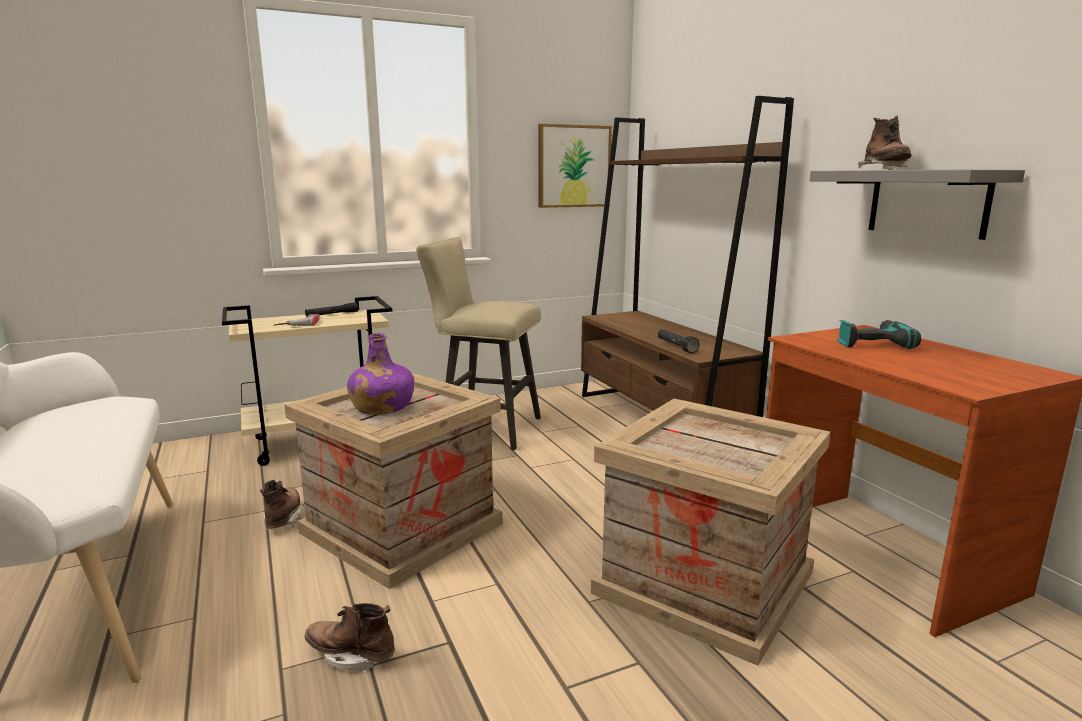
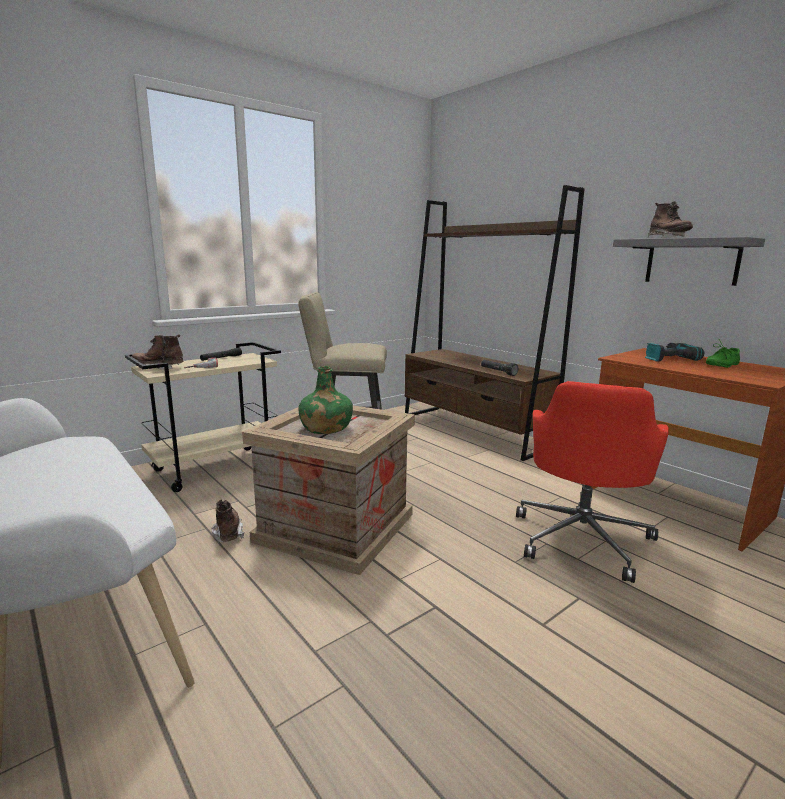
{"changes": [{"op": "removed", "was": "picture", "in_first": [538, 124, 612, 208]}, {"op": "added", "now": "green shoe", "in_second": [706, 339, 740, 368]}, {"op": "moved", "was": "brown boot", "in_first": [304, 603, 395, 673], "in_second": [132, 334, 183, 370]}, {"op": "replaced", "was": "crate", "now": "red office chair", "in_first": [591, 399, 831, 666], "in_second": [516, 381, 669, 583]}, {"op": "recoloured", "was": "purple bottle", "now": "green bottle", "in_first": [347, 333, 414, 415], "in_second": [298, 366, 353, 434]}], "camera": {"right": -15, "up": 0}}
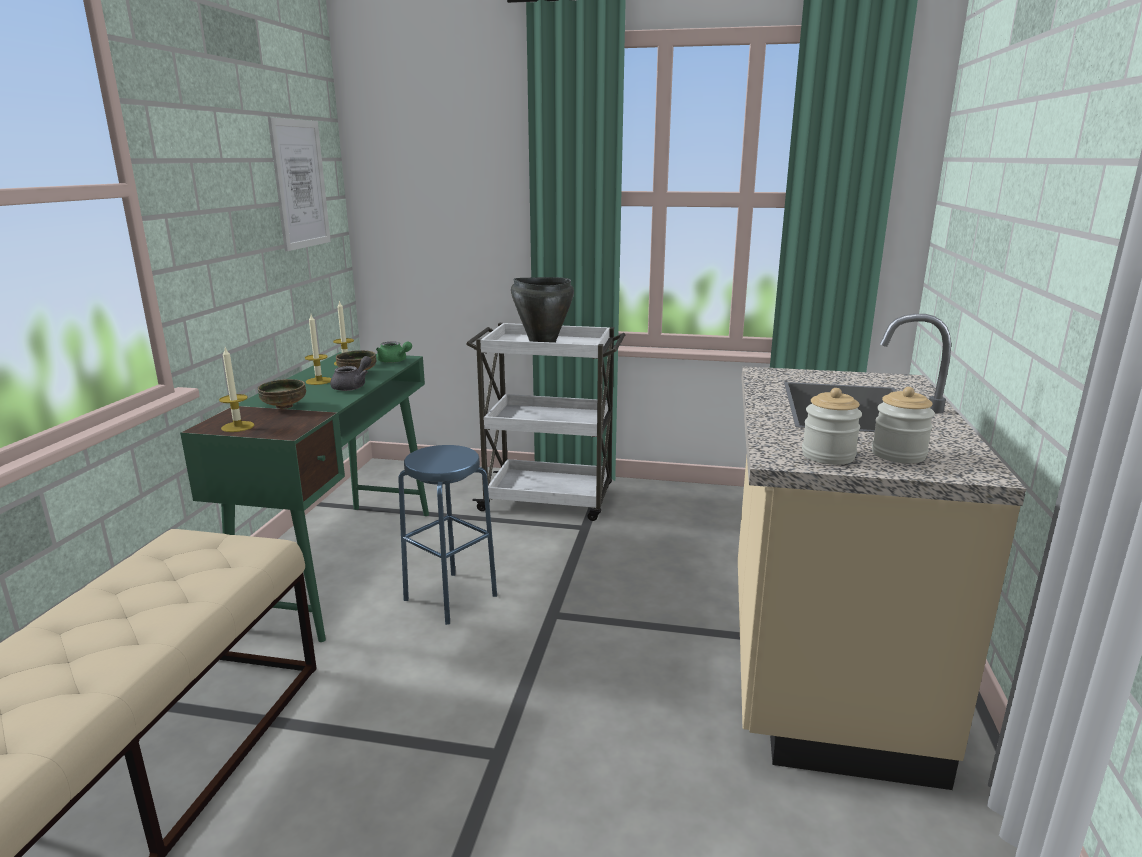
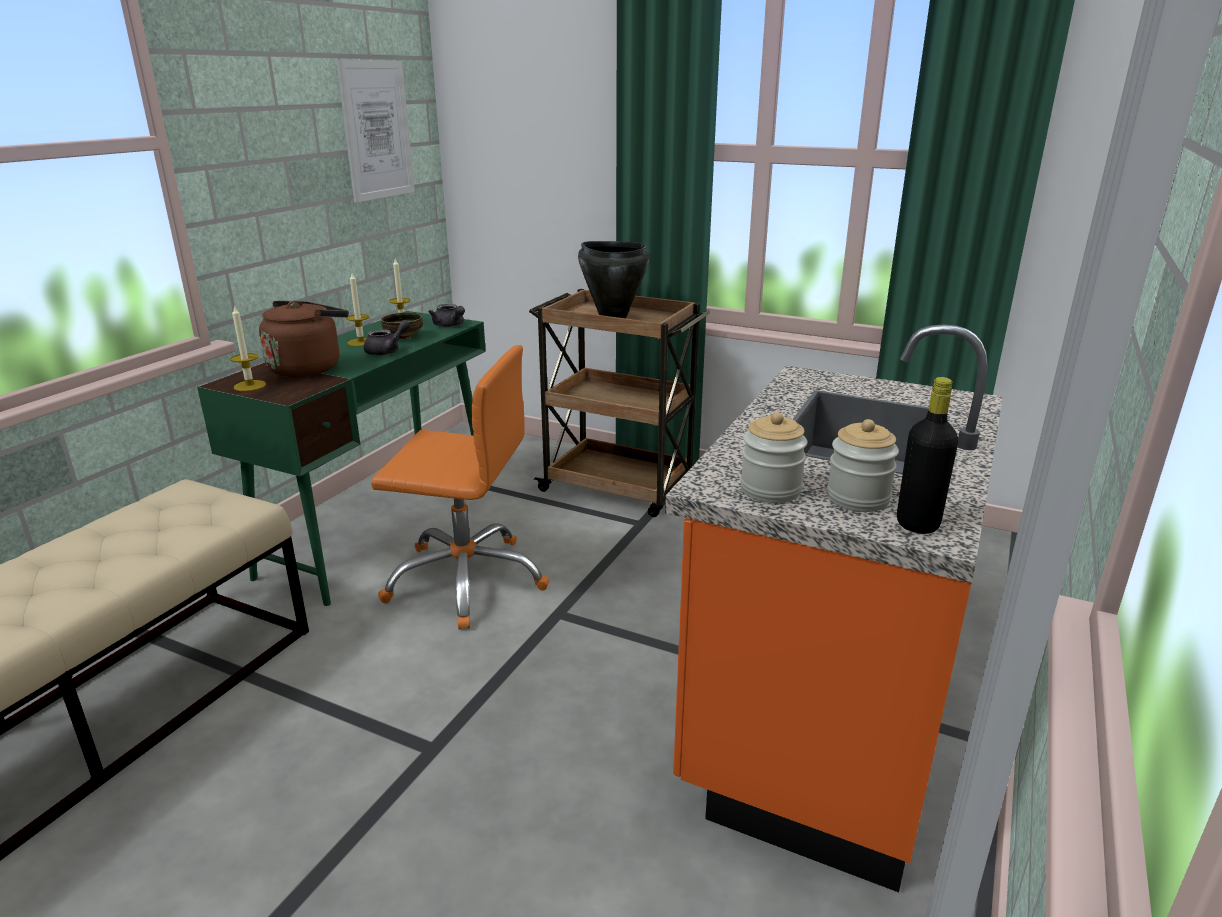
{"changes": [{"op": "added", "now": "black bottle", "in_second": [897, 377, 958, 534]}, {"op": "replaced", "was": "bowl", "now": "brown kettle", "in_first": [258, 379, 306, 409], "in_second": [259, 301, 349, 377]}, {"op": "replaced", "was": "blue stool", "now": "orange office chair", "in_first": [398, 445, 497, 625], "in_second": [371, 345, 549, 630]}, {"op": "recoloured", "was": "green teapot", "now": "grey teapot", "in_first": [376, 341, 412, 363], "in_second": [429, 304, 465, 327]}, {"op": "recoloured", "was": "white cart", "now": "brown cart", "in_first": [466, 323, 625, 521], "in_second": [529, 289, 710, 517]}, {"op": "recoloured", "was": "beige counter", "now": "orange counter", "in_first": [738, 314, 1026, 790], "in_second": [665, 324, 1003, 892]}], "camera": {"right": 15, "up": 5}}
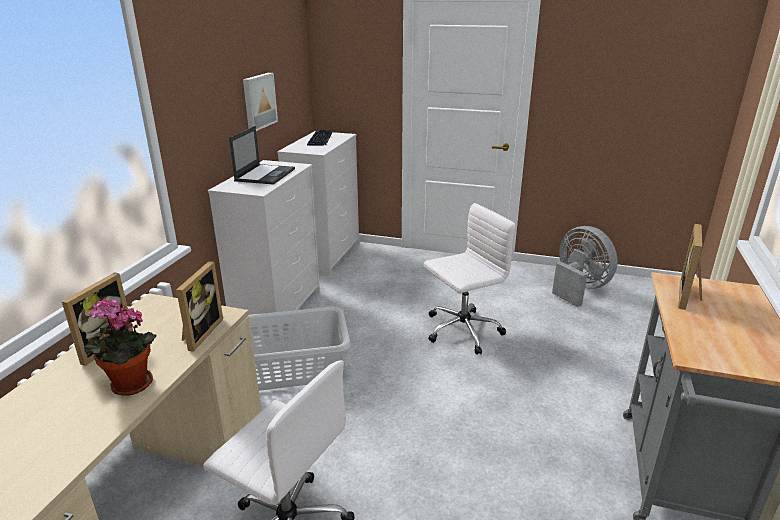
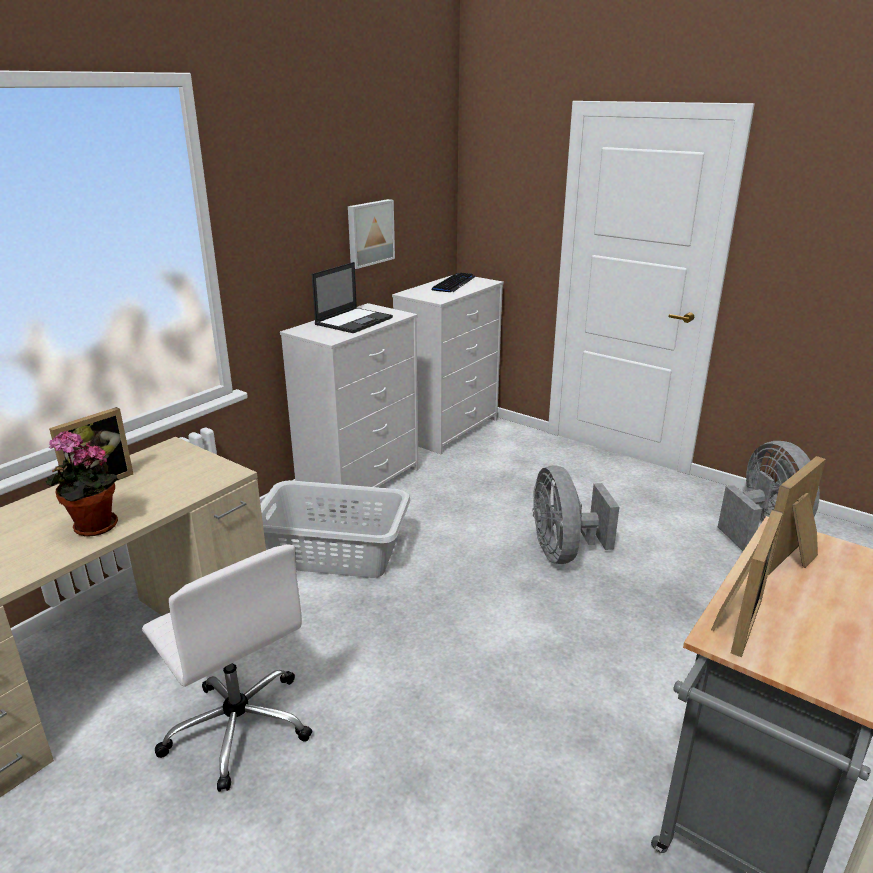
{"changes": [{"op": "moved", "was": "picture frame", "in_first": [176, 261, 223, 352], "in_second": [711, 509, 783, 657]}, {"op": "replaced", "was": "white office chair", "now": "grey fan", "in_first": [424, 203, 515, 355], "in_second": [532, 465, 619, 564]}], "camera": {"right": 20, "up": 0}}
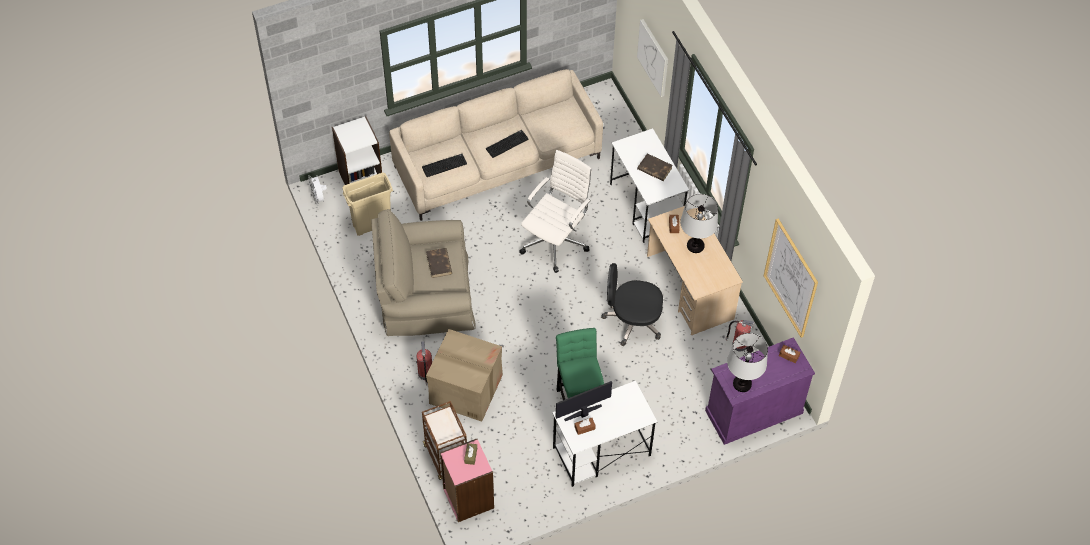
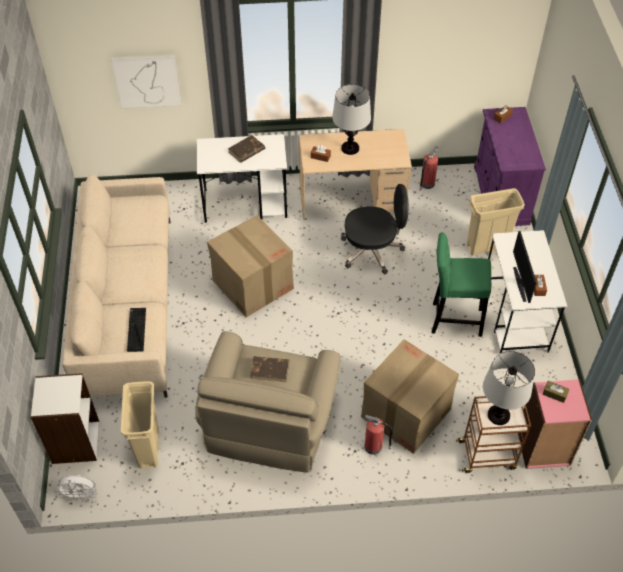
{"changes": [{"op": "removed", "was": "keyboard", "in_first": [486, 130, 529, 158]}, {"op": "removed", "was": "picture", "in_first": [763, 218, 818, 338]}, {"op": "added", "now": "beige trash can", "in_second": [467, 188, 525, 255]}, {"op": "moved", "was": "table lamp", "in_first": [727, 333, 768, 392], "in_second": [483, 351, 535, 425]}, {"op": "replaced", "was": "white office chair", "now": "cardboard box", "in_first": [519, 150, 592, 273], "in_second": [207, 215, 294, 317]}, {"op": "turned", "was": "black office chair", "in_first": [601, 263, 663, 346], "in_second": [341, 184, 409, 274], "clockwise": -120}], "camera": {"right": -70, "up": -5}}
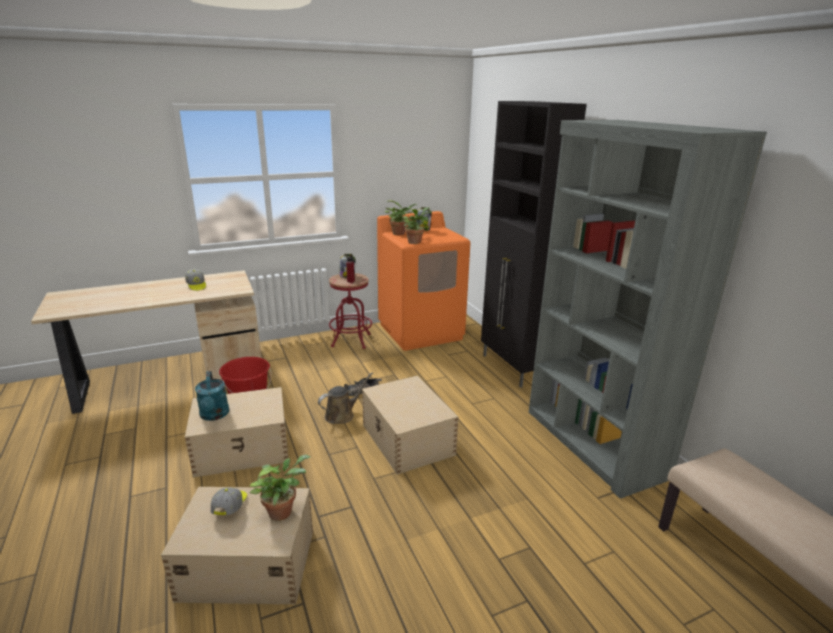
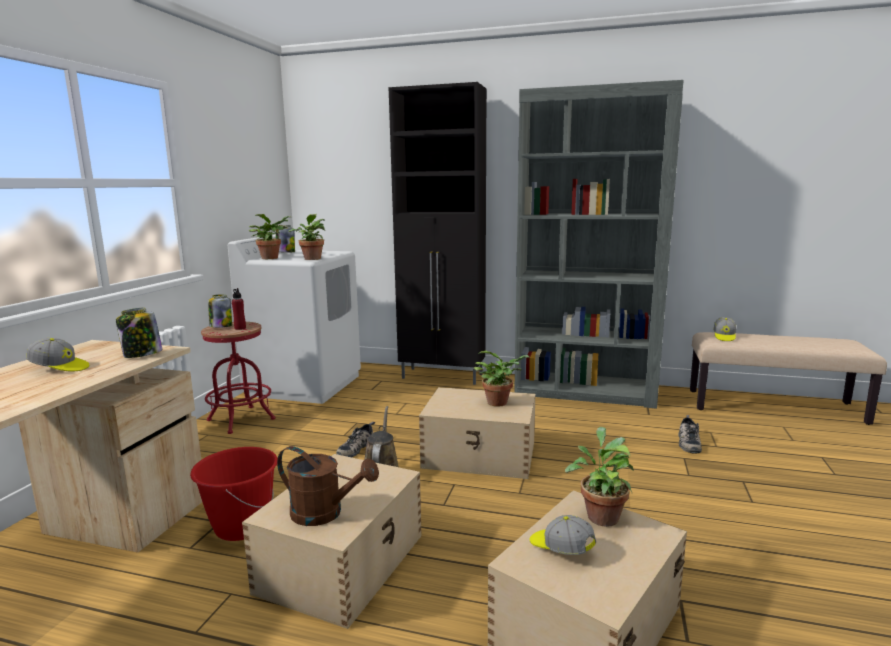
{"changes": [{"op": "added", "now": "jar", "in_second": [116, 308, 163, 358]}, {"op": "added", "now": "potted plant", "in_second": [474, 350, 530, 407]}, {"op": "added", "now": "shoe", "in_second": [678, 415, 702, 454]}, {"op": "added", "now": "cap", "in_second": [713, 317, 736, 341]}, {"op": "recoloured", "was": "turquoise watering can", "now": "brown watering can", "in_first": [195, 371, 229, 421], "in_second": [277, 446, 379, 526]}, {"op": "recoloured", "was": "orange washing machine", "now": "white washing machine", "in_first": [377, 211, 470, 351], "in_second": [228, 235, 361, 404]}], "camera": {"right": -50, "up": -10}}
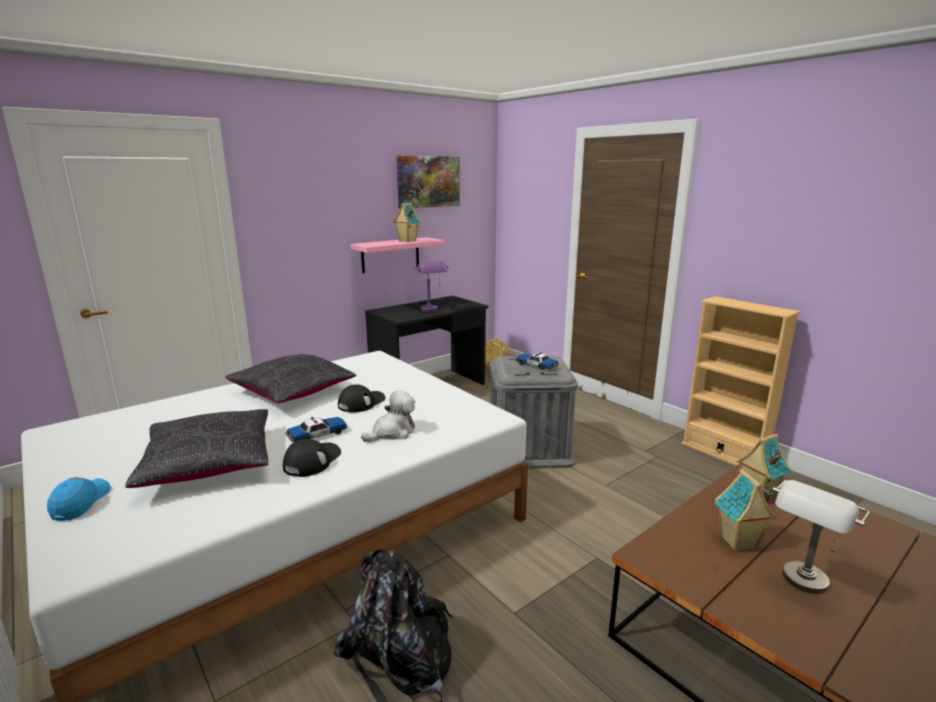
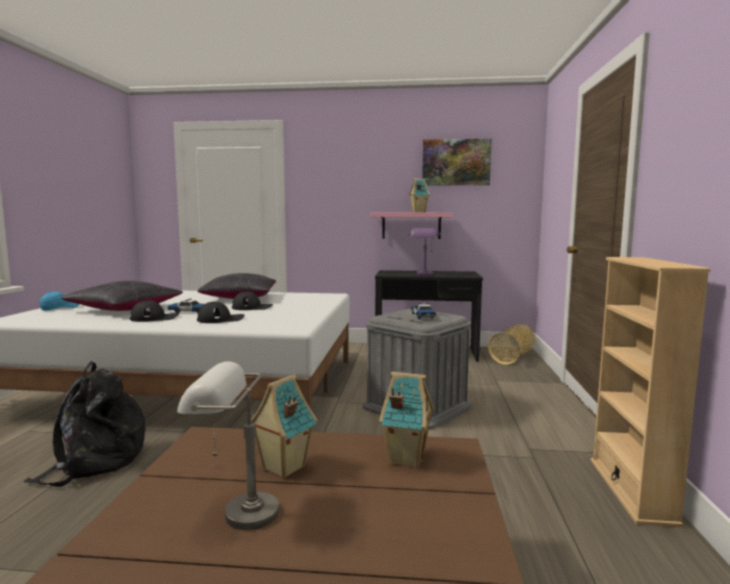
{"changes": [{"op": "replaced", "was": "plush toy", "now": "black cap", "in_first": [361, 391, 415, 442], "in_second": [197, 301, 245, 323]}], "camera": {"right": 45, "up": -10}}
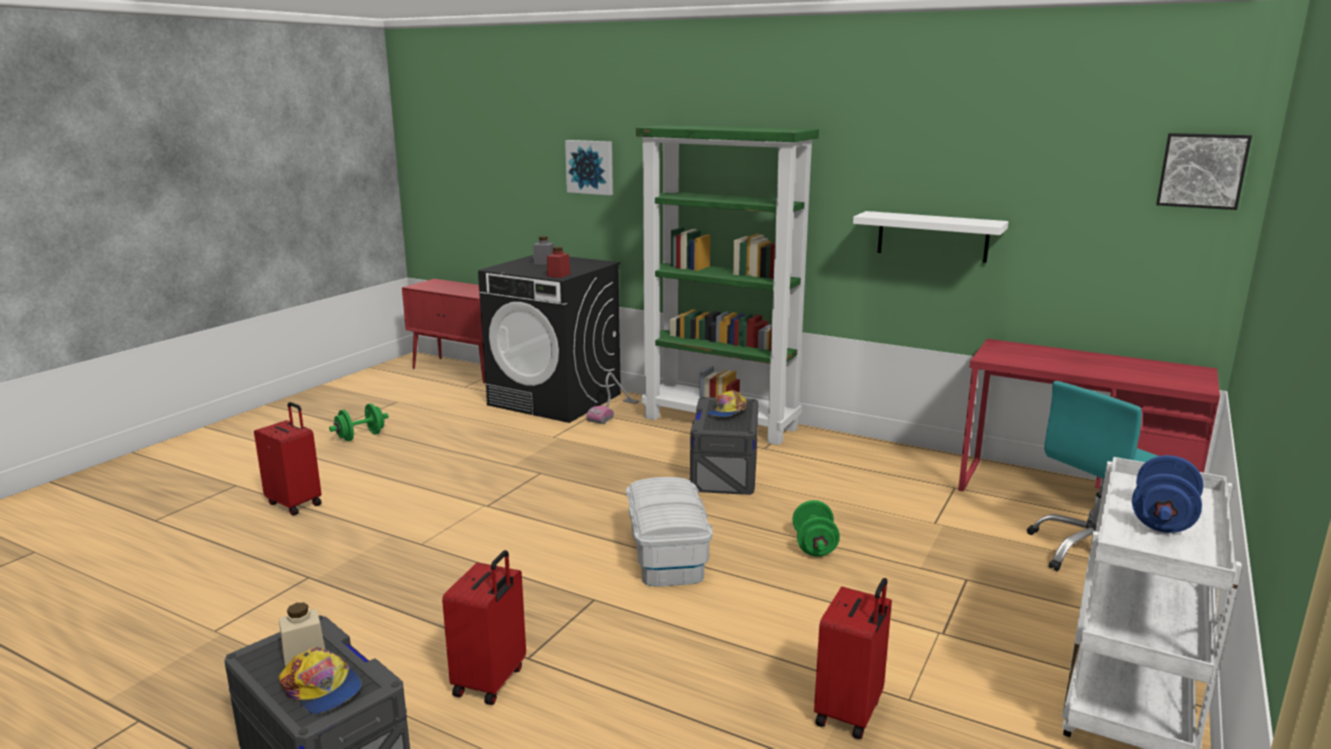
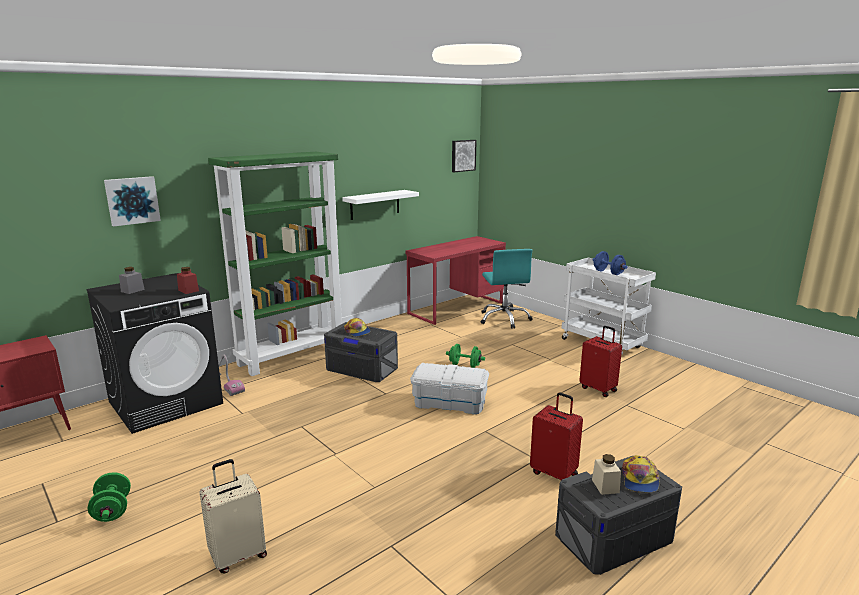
{"changes": [{"op": "recoloured", "was": "red suitcase", "now": "beige suitcase", "in_first": [254, 402, 322, 516], "in_second": [199, 459, 267, 573]}, {"op": "turned", "was": "cap", "in_first": [278, 647, 362, 714], "in_second": [622, 455, 660, 493], "clockwise": 135}], "camera": {"right": -70, "up": 0}}
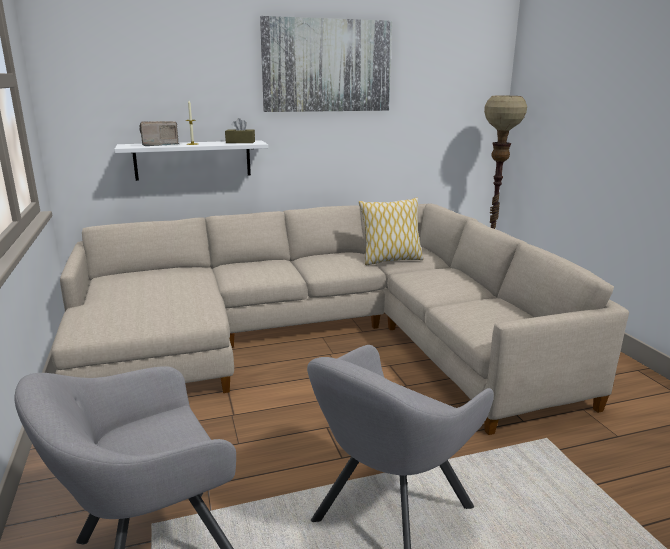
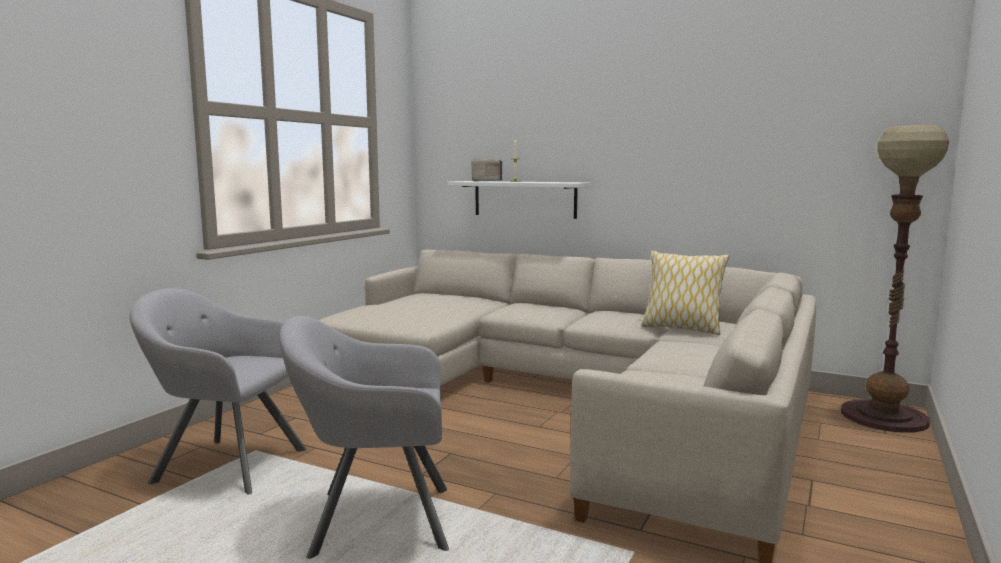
{"changes": [{"op": "removed", "was": "brown tissue box", "in_first": [225, 118, 255, 143]}, {"op": "removed", "was": "picture", "in_first": [260, 16, 392, 112]}], "camera": {"right": 45, "up": -10}}
